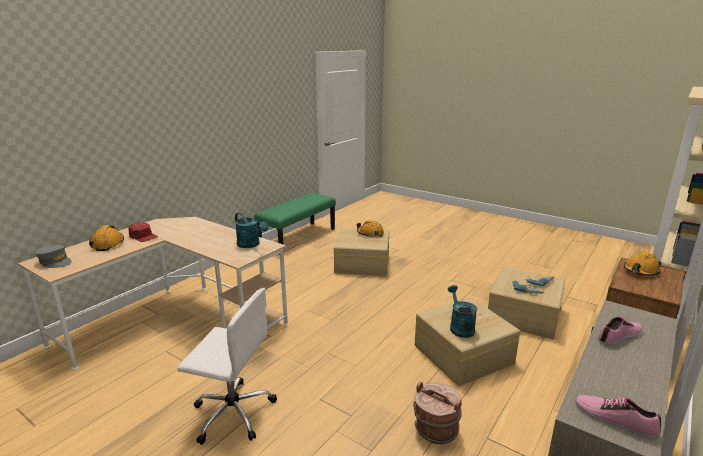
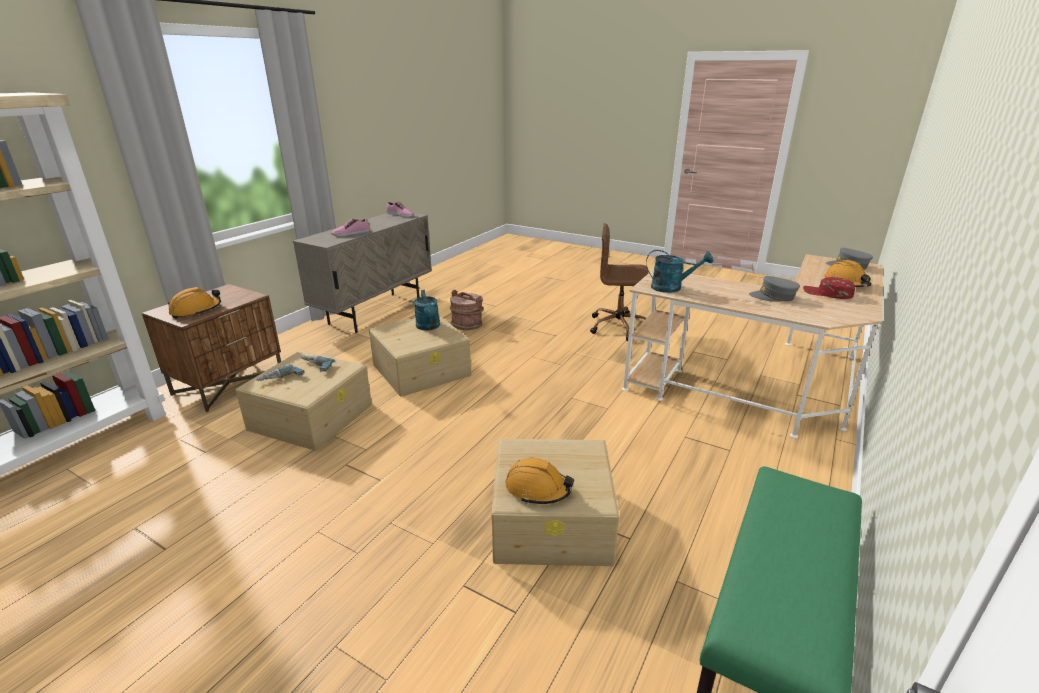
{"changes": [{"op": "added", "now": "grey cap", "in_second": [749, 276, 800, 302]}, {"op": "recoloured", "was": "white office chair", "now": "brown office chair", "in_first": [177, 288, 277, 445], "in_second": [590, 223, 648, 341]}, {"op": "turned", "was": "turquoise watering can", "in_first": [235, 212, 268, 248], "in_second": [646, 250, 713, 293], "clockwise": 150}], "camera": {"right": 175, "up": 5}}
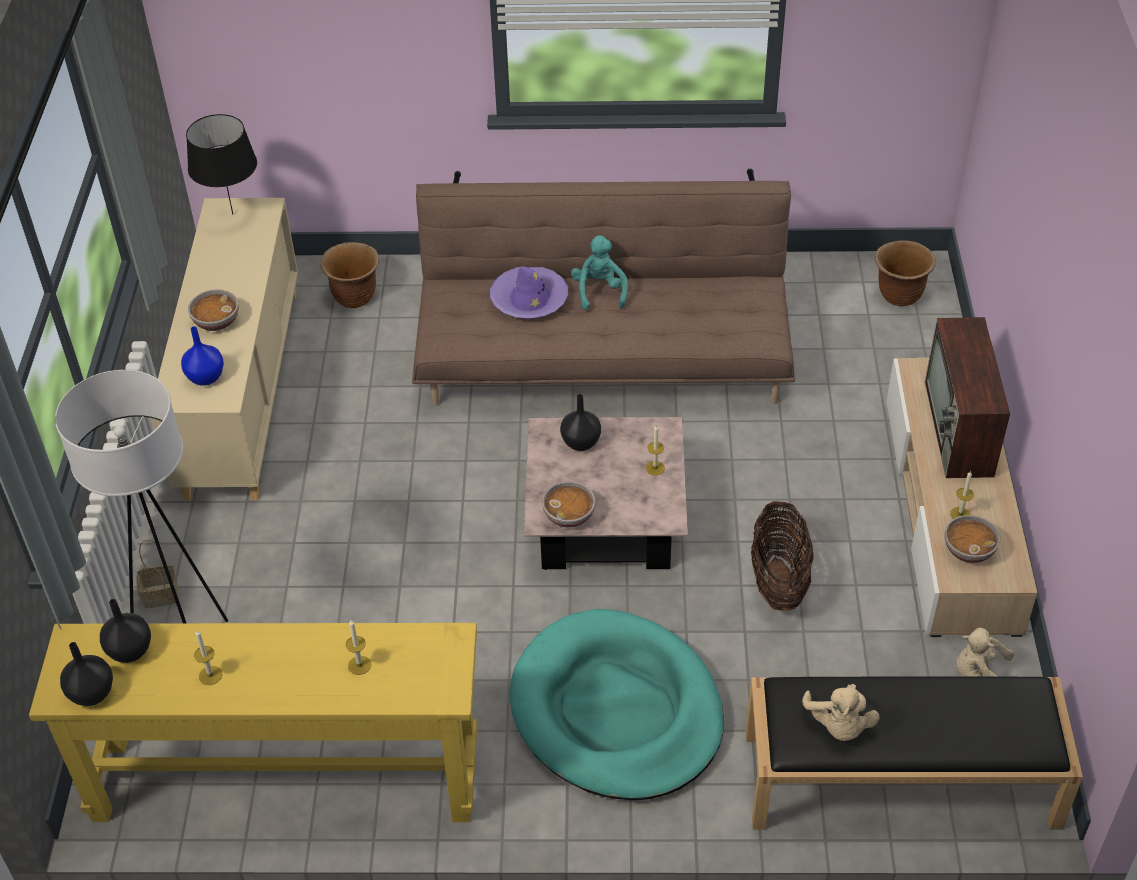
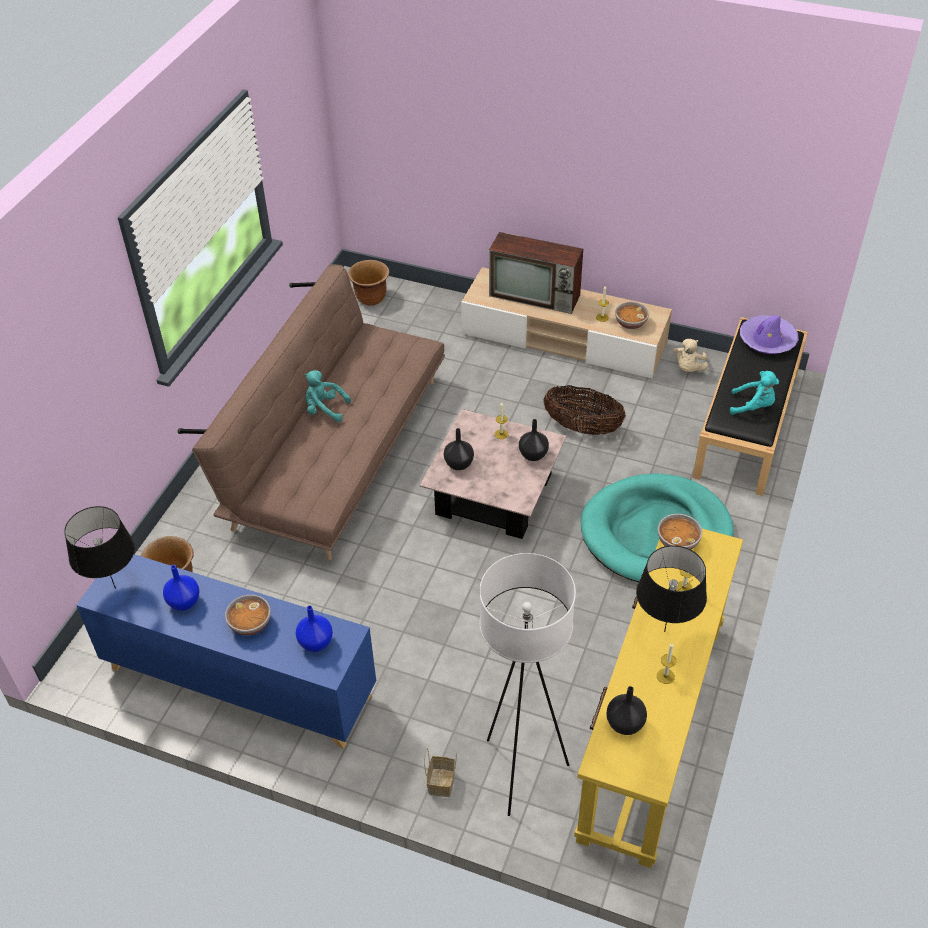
{"changes": [{"op": "added", "now": "blue vase", "in_second": [163, 565, 200, 611]}, {"op": "added", "now": "black table lamp", "in_second": [636, 545, 707, 632]}, {"op": "moved", "was": "black vase", "in_first": [60, 642, 113, 706], "in_second": [519, 419, 549, 461]}, {"op": "moved", "was": "purple hat", "in_first": [490, 267, 568, 319], "in_second": [740, 315, 799, 354]}, {"op": "moved", "was": "bowl", "in_first": [542, 481, 595, 528], "in_second": [658, 514, 702, 549]}, {"op": "recoloured", "was": "beige cabinet", "now": "blue cabinet", "in_first": [151, 198, 298, 501], "in_second": [76, 554, 376, 749]}, {"op": "recoloured", "was": "beige plush toy", "now": "turquoise plush toy", "in_first": [802, 684, 880, 741], "in_second": [730, 371, 779, 415]}], "camera": {"right": -70, "up": 0}}
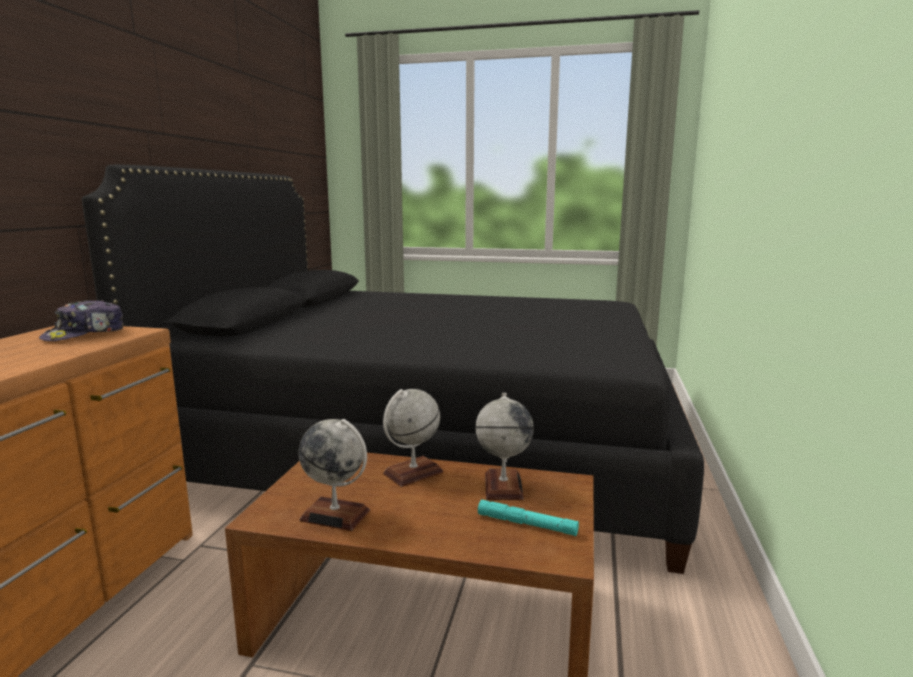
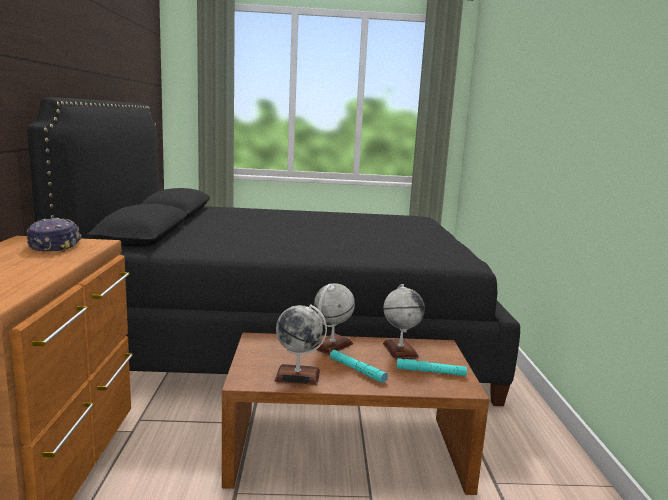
{"changes": [{"op": "added", "now": "turquoise flashlight", "in_second": [330, 350, 388, 383]}, {"op": "turned", "was": "cap", "in_first": [39, 300, 124, 341], "in_second": [27, 218, 82, 252], "clockwise": 150}], "camera": {"right": -15, "up": 0}}
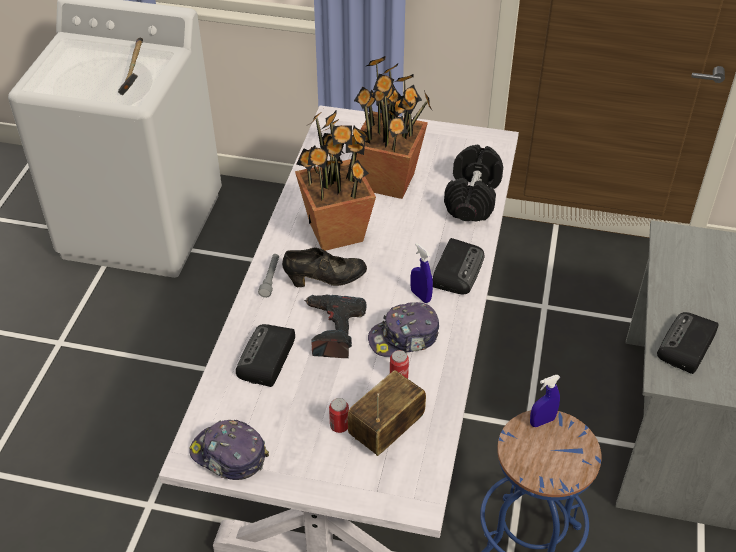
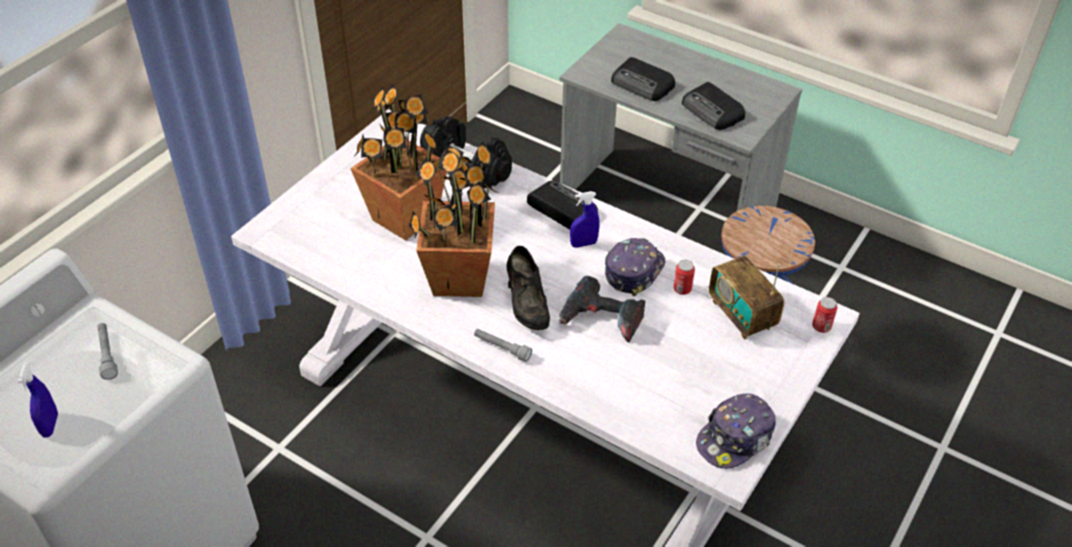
{"changes": [{"op": "moved", "was": "radio", "in_first": [236, 324, 295, 387], "in_second": [611, 57, 675, 101]}, {"op": "moved", "was": "can", "in_first": [329, 398, 349, 433], "in_second": [812, 297, 838, 333]}, {"op": "moved", "was": "blue spray bottle", "in_first": [530, 375, 560, 427], "in_second": [18, 363, 58, 438]}, {"op": "replaced", "was": "hammer", "now": "grey flashlight", "in_first": [118, 38, 143, 95], "in_second": [98, 323, 118, 380]}, {"op": "turned", "was": "black shoe", "in_first": [282, 247, 367, 287], "in_second": [507, 246, 550, 330], "clockwise": 150}, {"op": "turned", "was": "cap", "in_first": [368, 302, 439, 357], "in_second": [605, 238, 665, 297], "clockwise": -150}], "camera": {"right": -70, "up": 0}}
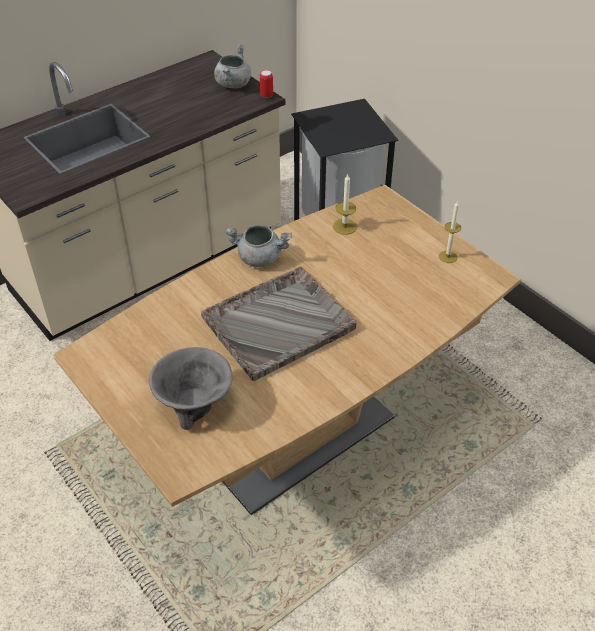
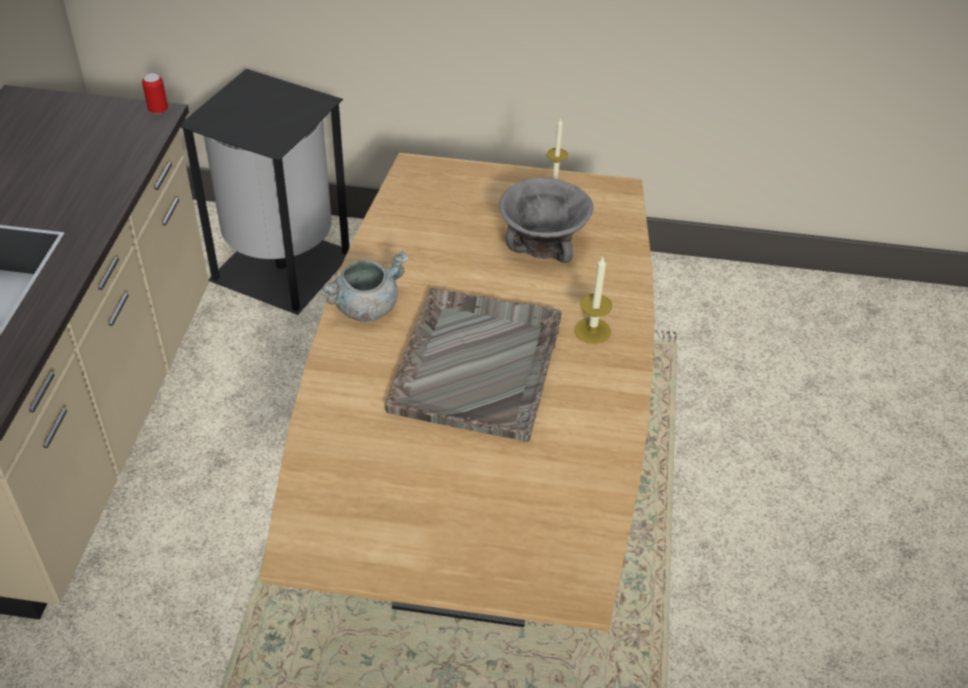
{"changes": [{"op": "removed", "was": "grey cooking pot", "in_first": [214, 44, 251, 88]}, {"op": "moved", "was": "grey bowl", "in_first": [149, 347, 232, 430], "in_second": [499, 178, 593, 263]}, {"op": "moved", "was": "candle", "in_first": [333, 174, 357, 235], "in_second": [574, 257, 612, 344]}], "camera": {"right": -45, "up": 0}}
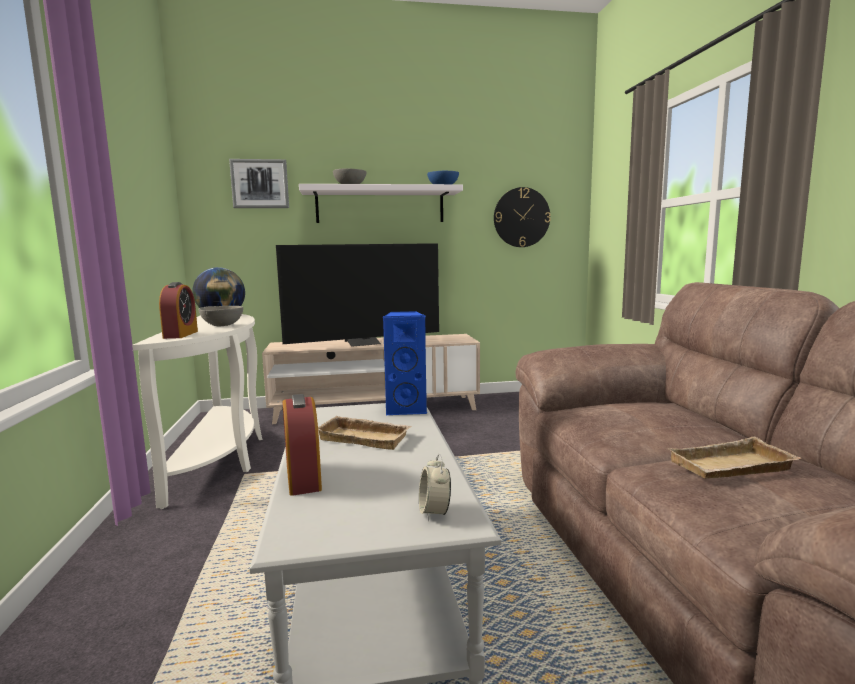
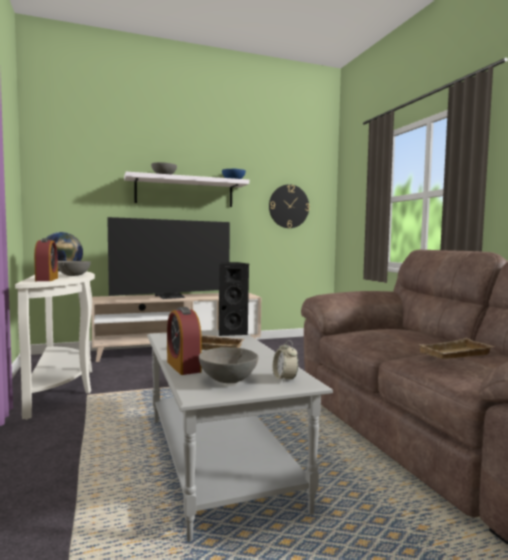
{"changes": [{"op": "removed", "was": "picture", "in_first": [229, 159, 289, 208]}, {"op": "added", "now": "grey bowl", "in_second": [199, 347, 259, 383]}, {"op": "recoloured", "was": "blue speaker", "now": "black speaker", "in_first": [383, 311, 427, 415], "in_second": [219, 262, 249, 336]}], "camera": {"right": -10, "up": -5}}
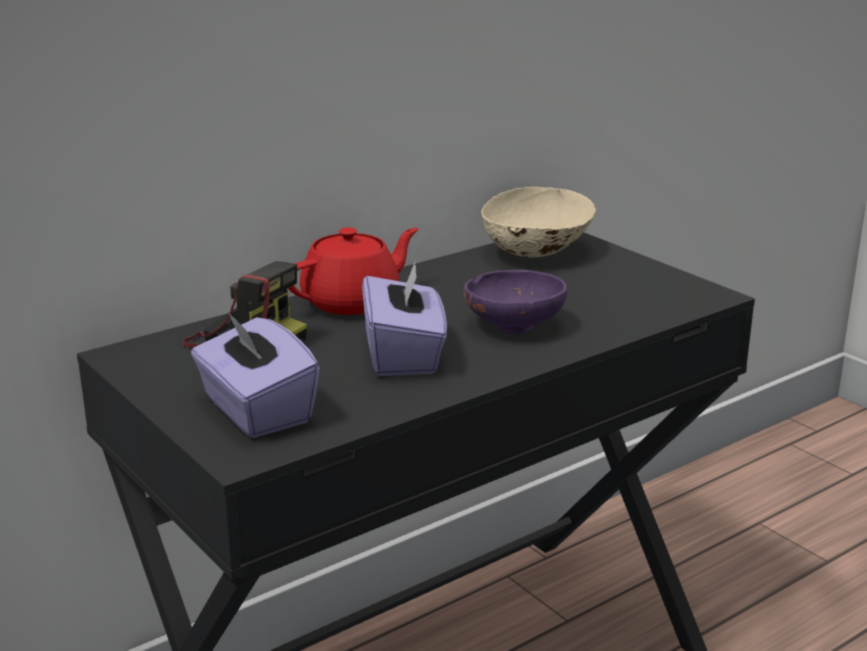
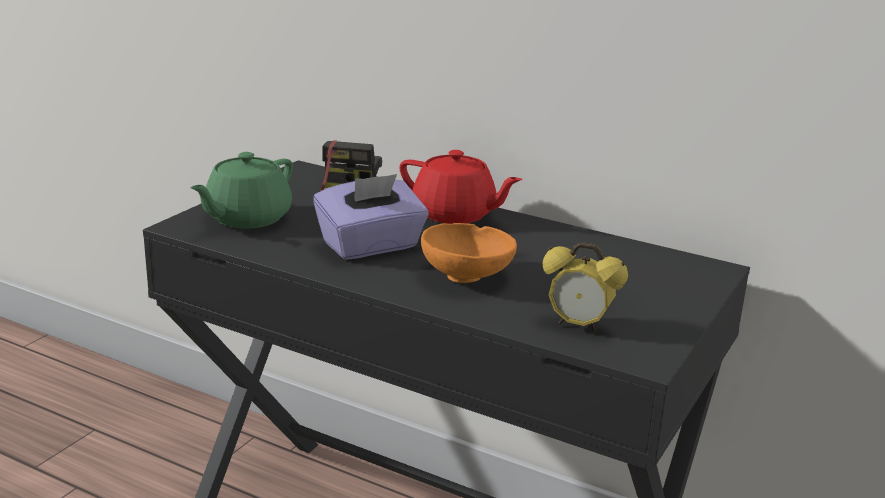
{"changes": [{"op": "removed", "was": "beige bowl", "in_first": [481, 187, 596, 257]}, {"op": "added", "now": "alarm clock", "in_second": [543, 242, 628, 333]}, {"op": "replaced", "was": "purple tissue box", "now": "green teapot", "in_first": [191, 310, 320, 438], "in_second": [190, 152, 293, 229]}, {"op": "recoloured", "was": "purple bowl", "now": "orange bowl", "in_first": [464, 270, 567, 334], "in_second": [421, 223, 517, 283]}], "camera": {"right": 65, "up": 0}}
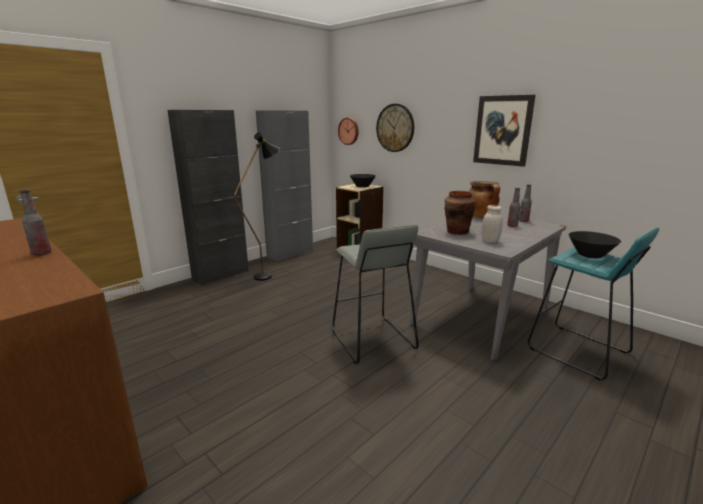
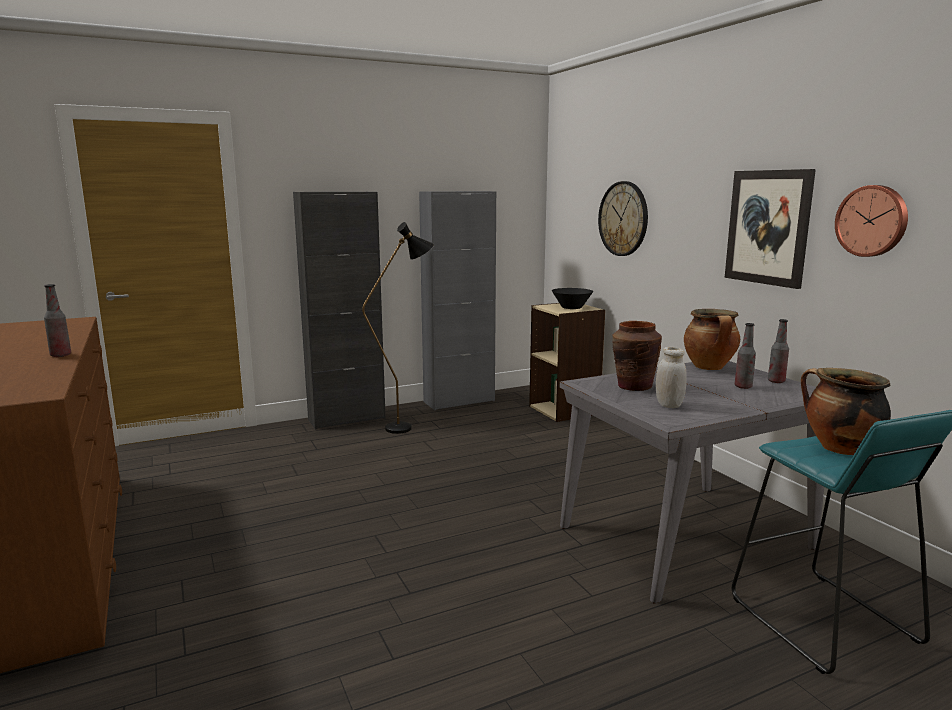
{"changes": [{"op": "removed", "was": "grey stool", "in_first": [332, 225, 419, 364]}, {"op": "moved", "was": "wall clock", "in_first": [338, 118, 359, 145], "in_second": [835, 185, 908, 257]}, {"op": "replaced", "was": "black bowl", "now": "cooking pot", "in_first": [569, 231, 621, 259], "in_second": [801, 368, 891, 455]}], "camera": {"right": 20, "up": -5}}
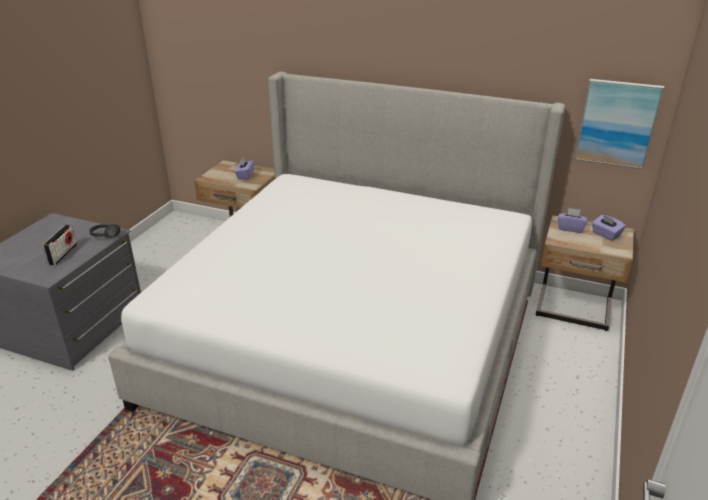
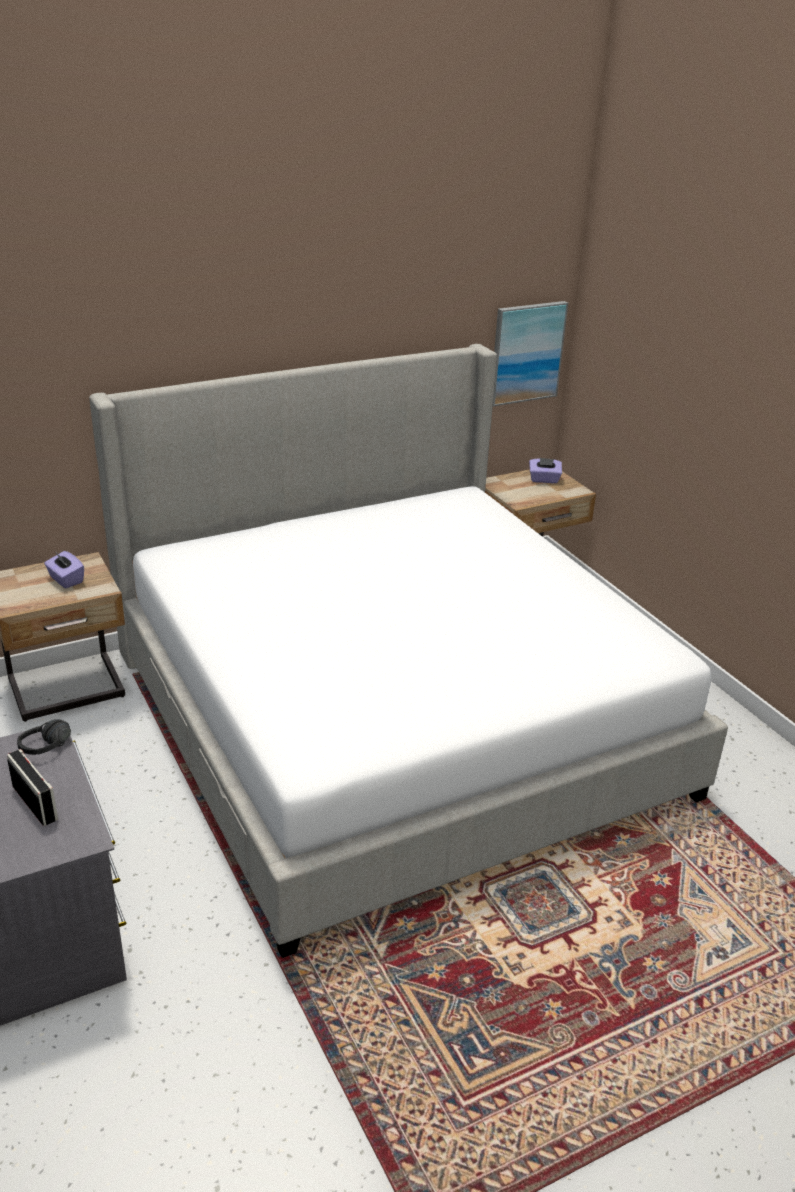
{"changes": [{"op": "removed", "was": "purple tissue box", "in_first": [558, 208, 587, 233]}], "camera": {"right": -50, "up": 0}}
